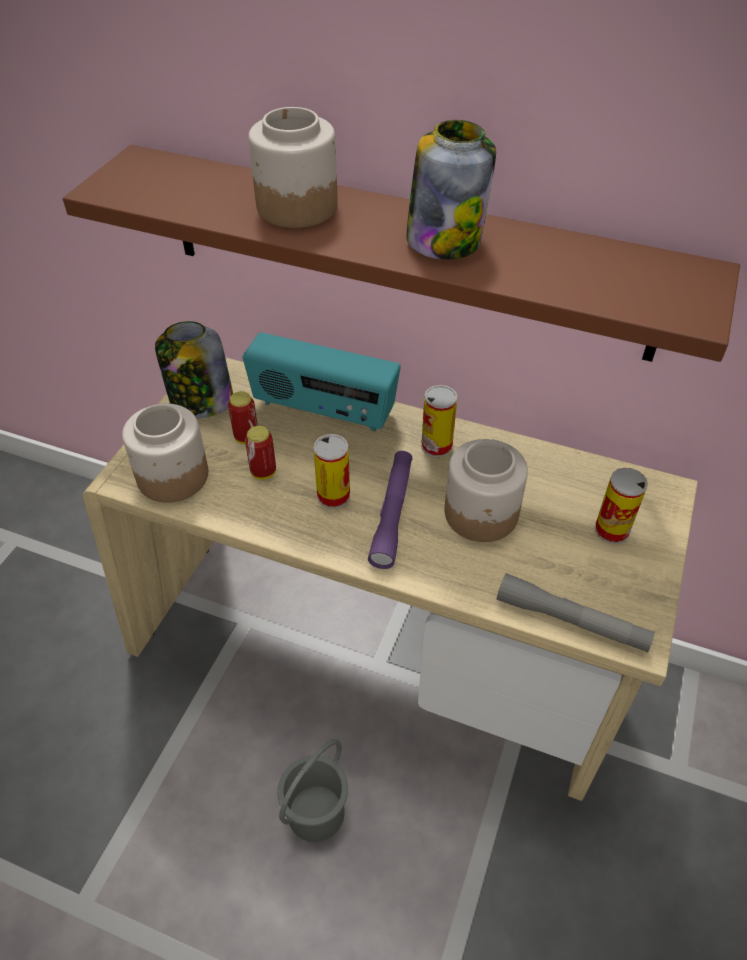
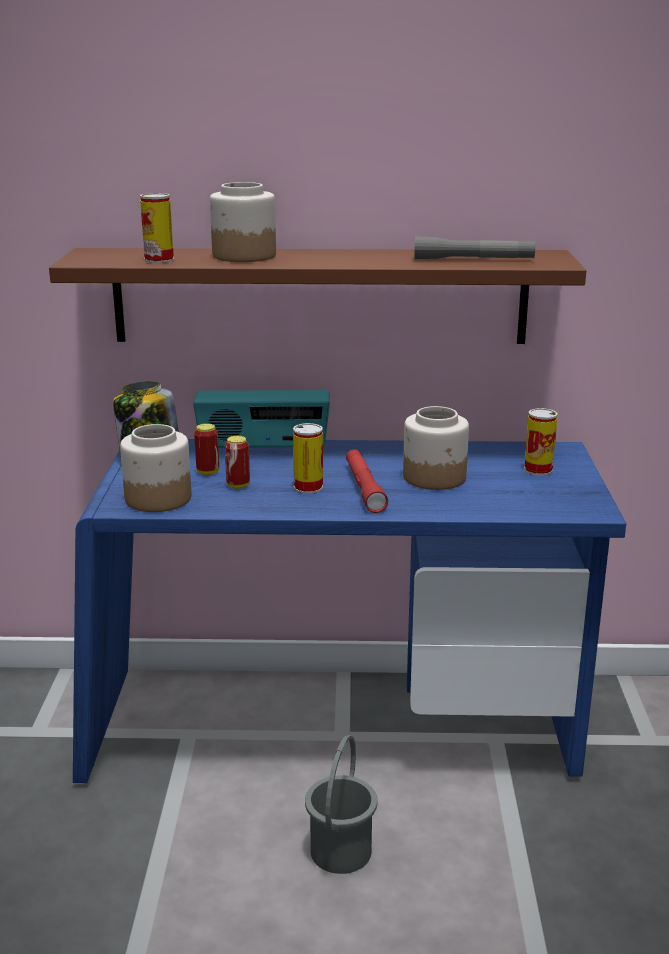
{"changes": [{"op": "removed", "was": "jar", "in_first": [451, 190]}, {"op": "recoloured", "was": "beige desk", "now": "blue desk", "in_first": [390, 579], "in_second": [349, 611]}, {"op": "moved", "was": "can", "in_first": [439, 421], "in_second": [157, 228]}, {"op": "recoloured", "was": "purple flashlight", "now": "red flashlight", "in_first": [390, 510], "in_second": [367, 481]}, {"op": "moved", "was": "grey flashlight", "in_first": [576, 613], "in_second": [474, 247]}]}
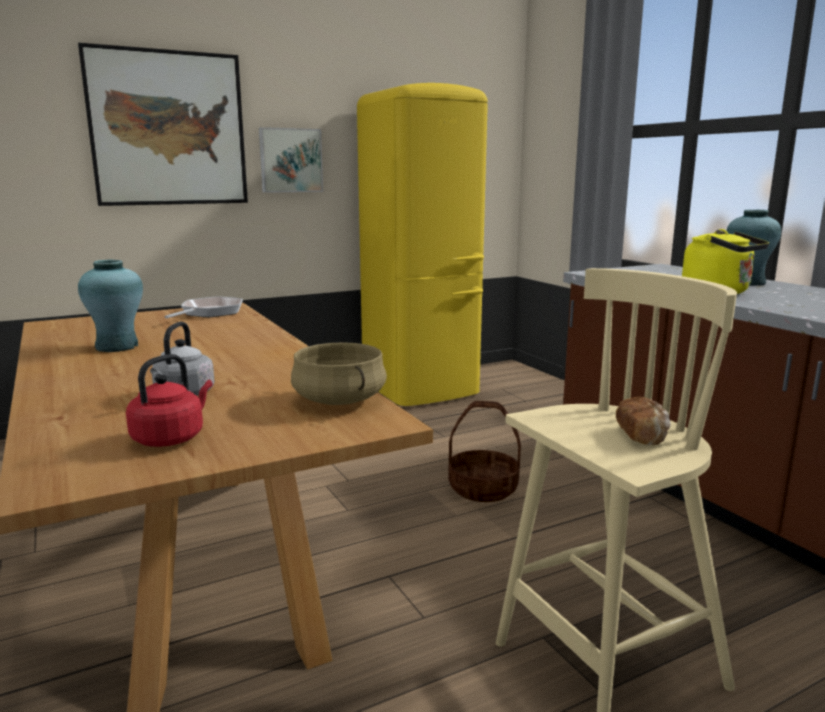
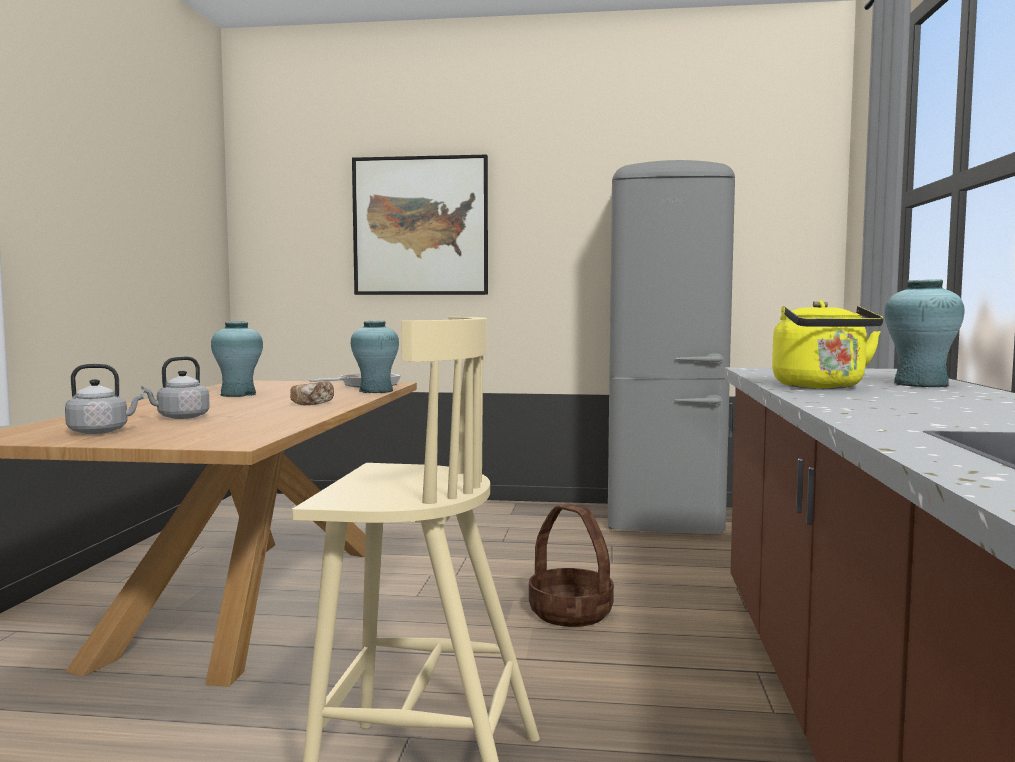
{"changes": [{"op": "recoloured", "was": "yellow fridge", "now": "grey fridge", "in_first": [422, 244], "in_second": [671, 346]}, {"op": "removed", "was": "picture", "in_first": [291, 160]}, {"op": "removed", "was": "beige cooking pot", "in_first": [339, 373]}, {"op": "recoloured", "was": "red kettle", "now": "grey kettle", "in_first": [169, 400], "in_second": [104, 399]}, {"op": "moved", "was": "bread", "in_first": [643, 420], "in_second": [312, 393]}, {"op": "added", "now": "turquoise vase", "in_second": [375, 357]}]}
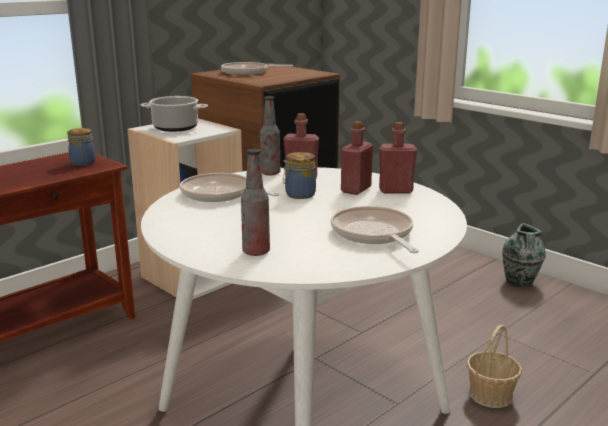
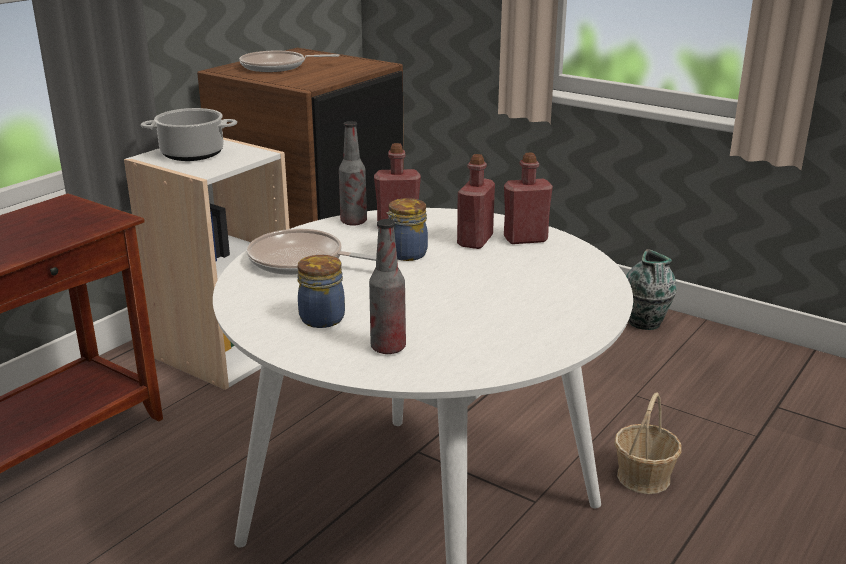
{"changes": [{"op": "moved", "was": "jar", "in_first": [81, 147], "in_second": [321, 291]}, {"op": "removed", "was": "frying pan", "in_first": [375, 229]}]}
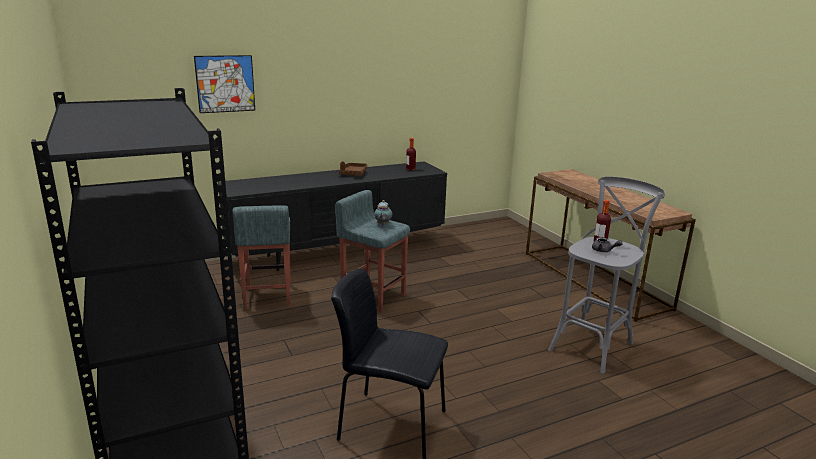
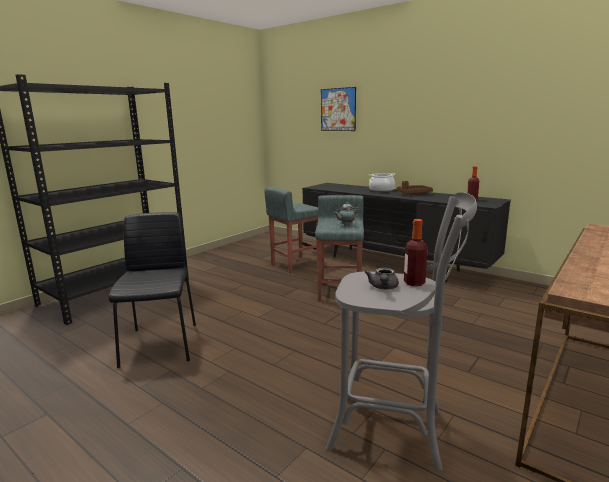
{"changes": [{"op": "added", "now": "cooking pot", "in_second": [382, 182]}]}
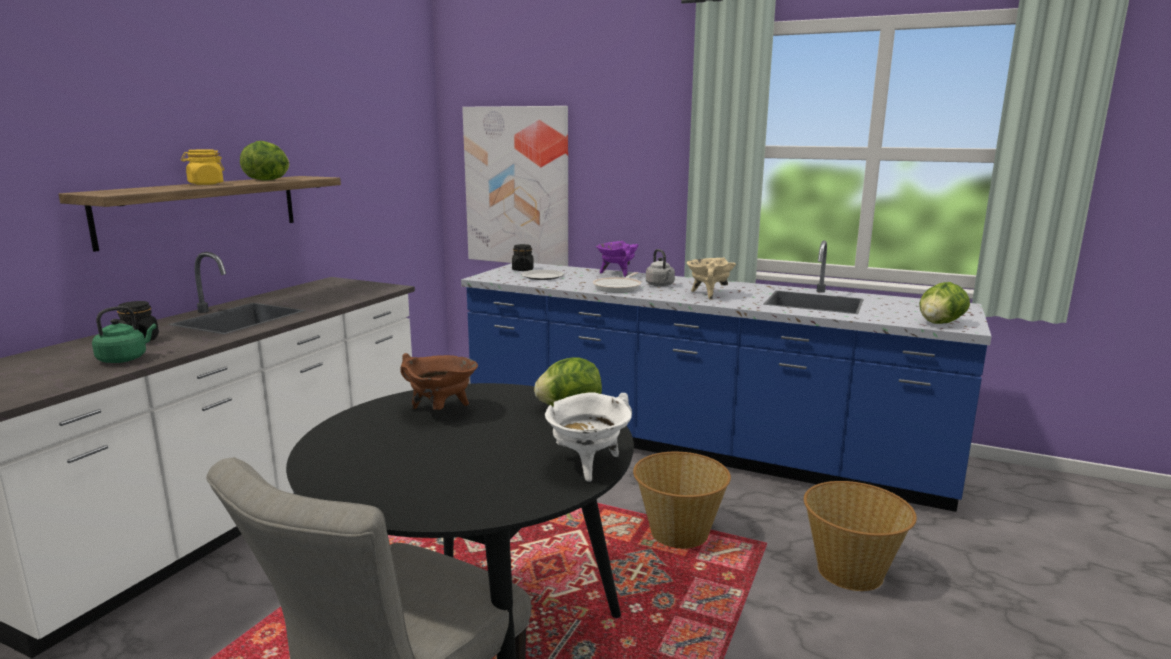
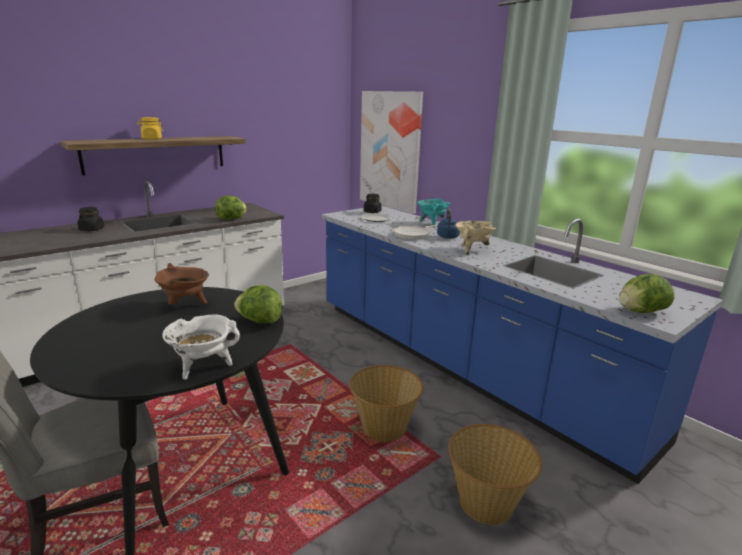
{"changes": [{"op": "moved", "was": "lettuce", "in_first": [264, 160], "in_second": [231, 207]}, {"op": "recoloured", "was": "purple cooking pot", "now": "turquoise cooking pot", "in_first": [617, 259], "in_second": [434, 213]}, {"op": "recoloured", "was": "grey kettle", "now": "blue kettle", "in_first": [660, 268], "in_second": [448, 224]}, {"op": "removed", "was": "green kettle", "in_first": [124, 334]}]}
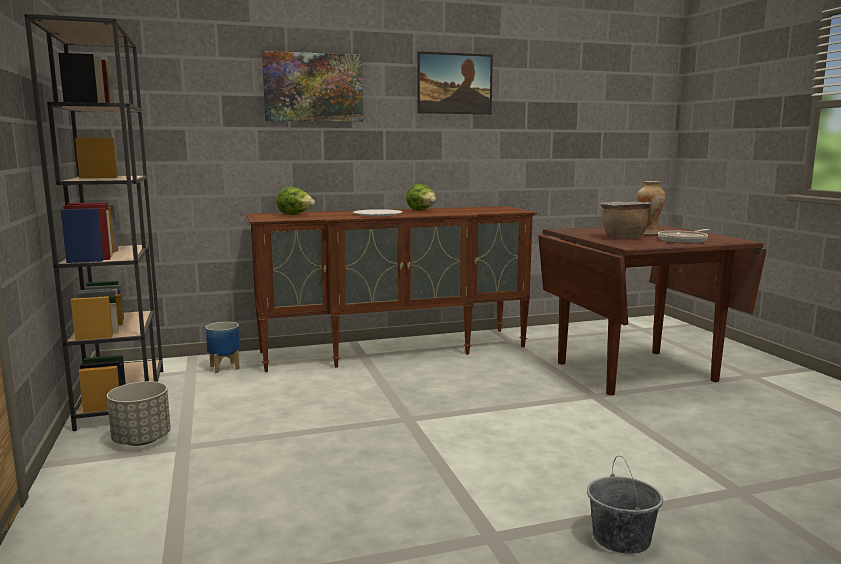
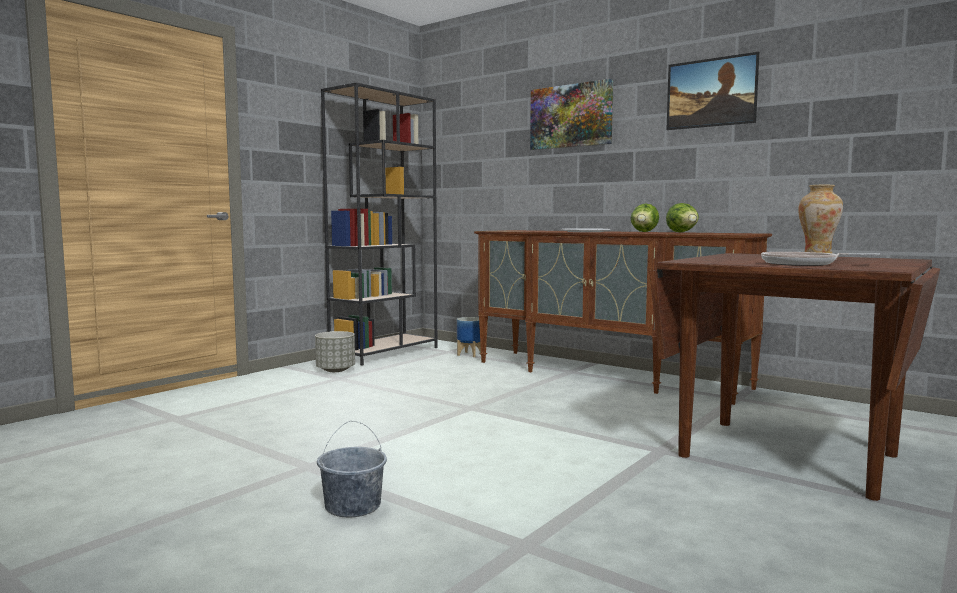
{"changes": [{"op": "moved", "was": "lettuce", "in_first": [295, 201], "in_second": [682, 217]}, {"op": "removed", "was": "brown cooking pot", "in_first": [626, 220]}]}
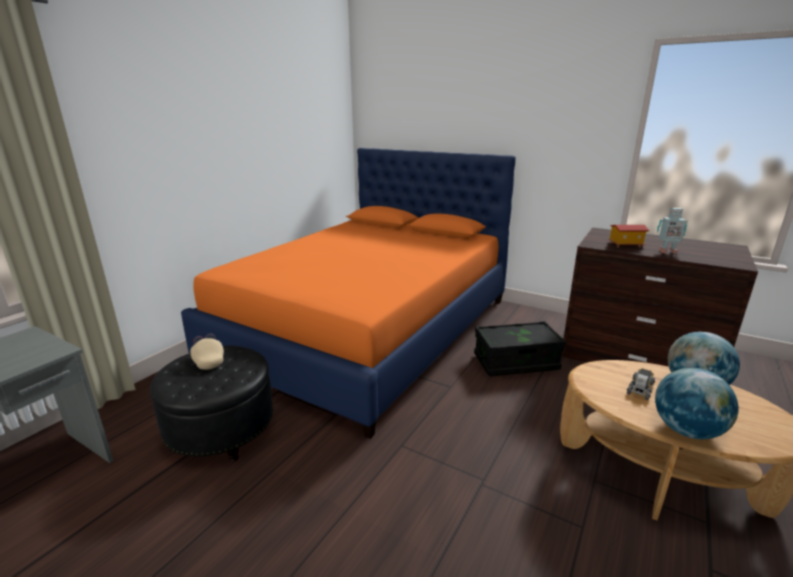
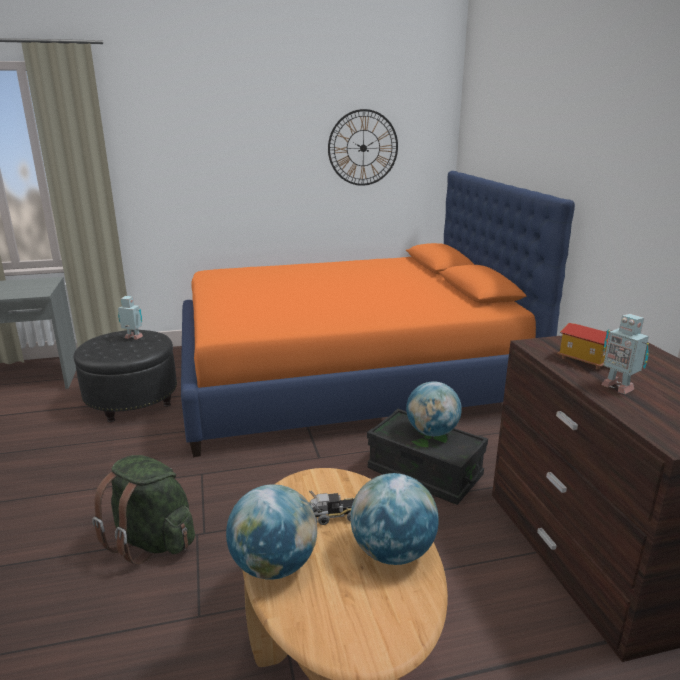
{"changes": [{"op": "replaced", "was": "beige cap", "now": "toy robot", "in_first": [207, 351], "in_second": [130, 317]}, {"op": "added", "now": "wall clock", "in_second": [363, 147]}, {"op": "added", "now": "globe", "in_second": [434, 408]}, {"op": "added", "now": "green backpack", "in_second": [143, 510]}]}
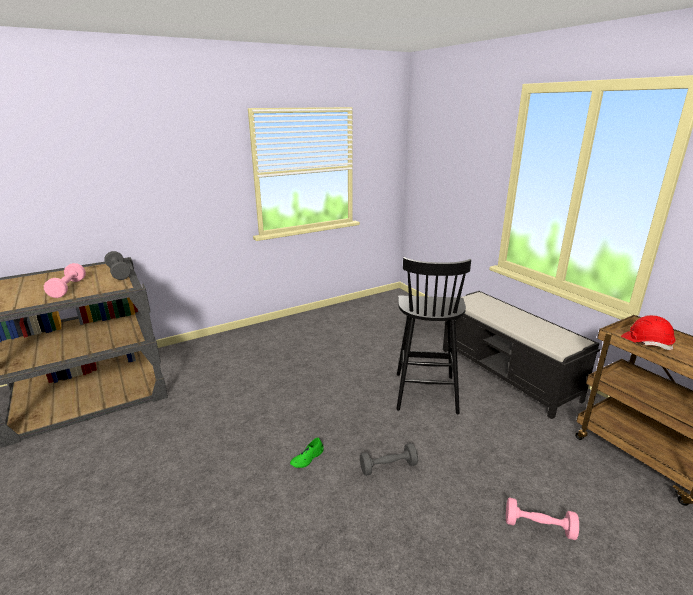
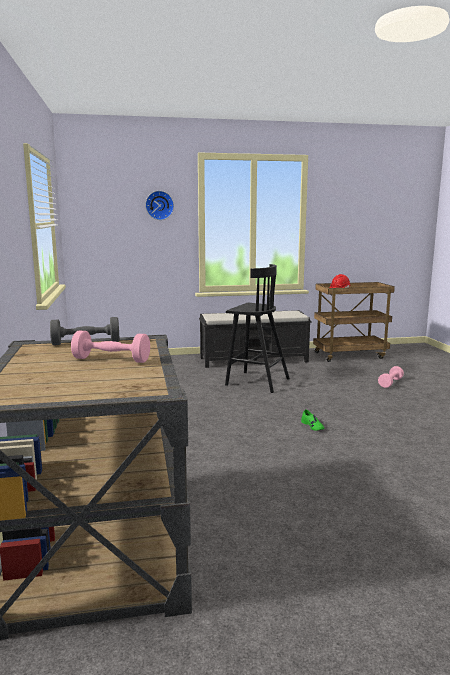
{"changes": [{"op": "removed", "was": "grey dumbbell", "in_first": [389, 459]}, {"op": "added", "now": "wall clock", "in_second": [159, 205]}]}
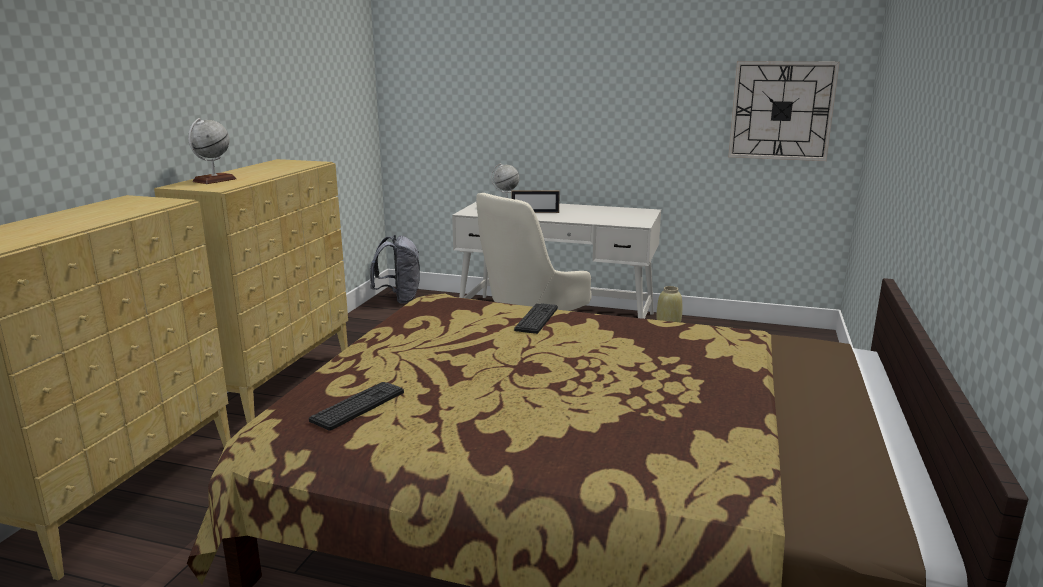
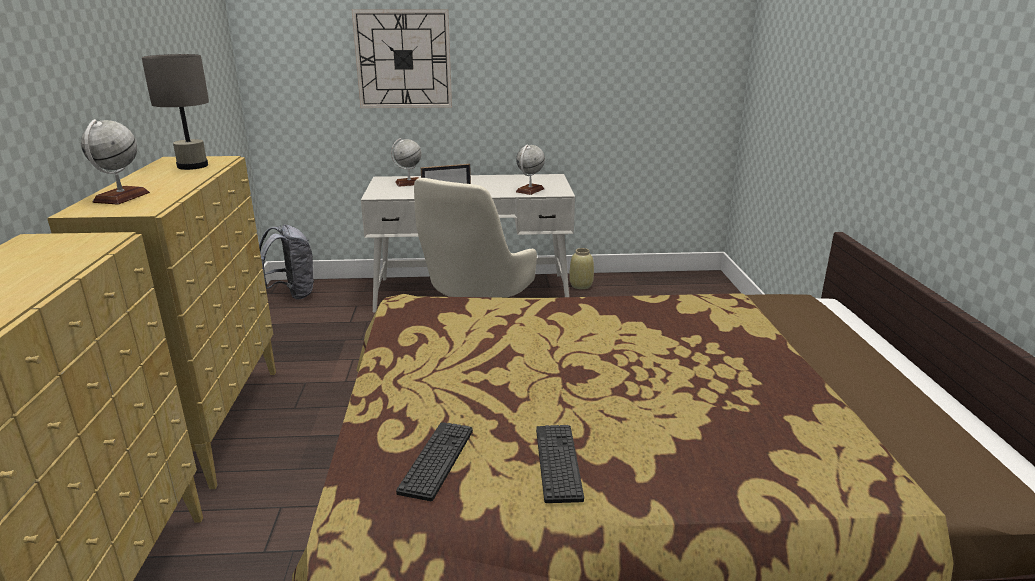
{"changes": [{"op": "moved", "was": "wall clock", "in_first": [784, 111], "in_second": [402, 58]}, {"op": "moved", "was": "keyboard", "in_first": [536, 318], "in_second": [560, 464]}, {"op": "added", "now": "grey table lamp", "in_second": [175, 112]}, {"op": "added", "now": "globe", "in_second": [530, 169]}]}
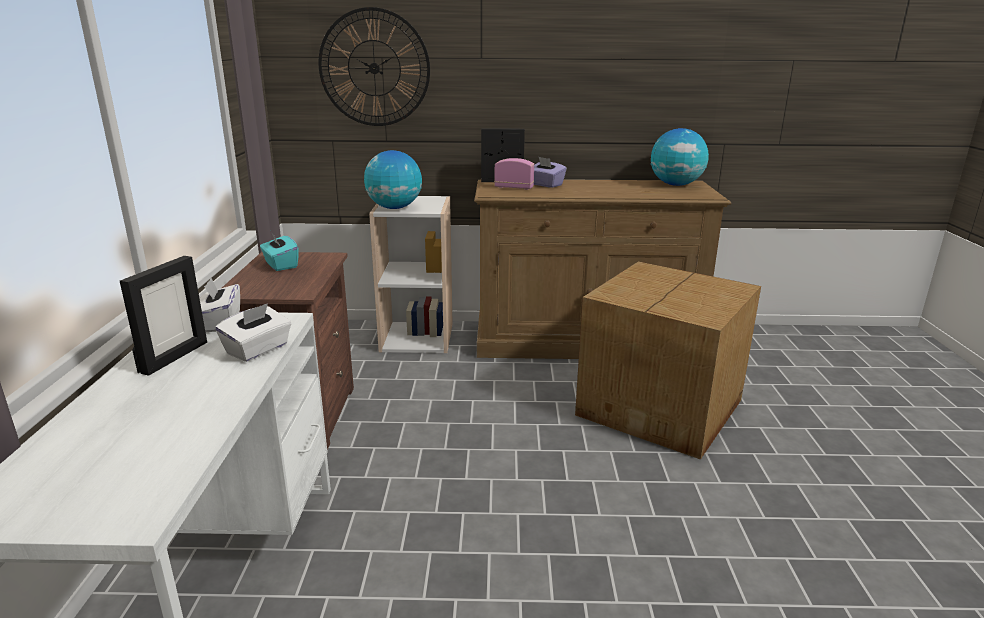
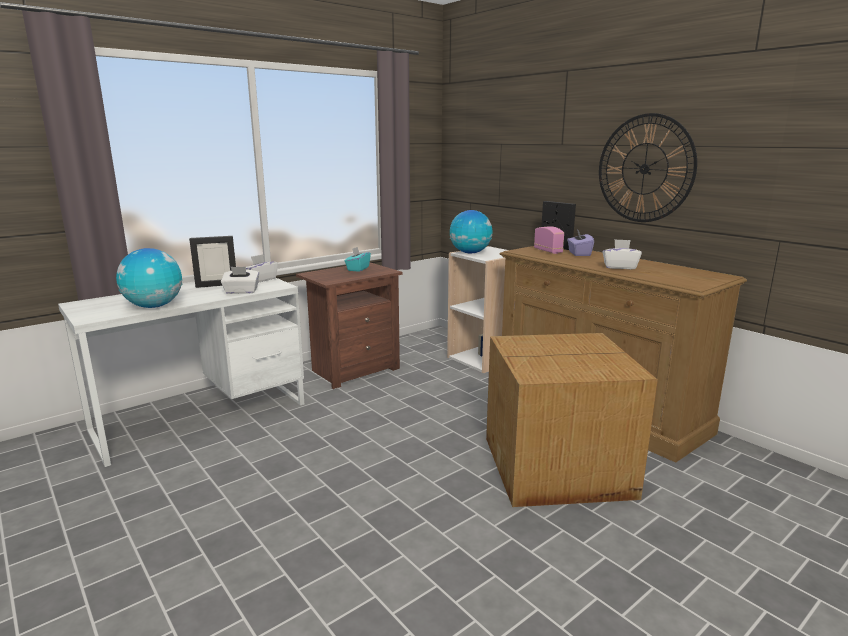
{"changes": [{"op": "moved", "was": "wall clock", "in_first": [374, 66], "in_second": [648, 167]}, {"op": "moved", "was": "globe", "in_first": [679, 157], "in_second": [149, 278]}, {"op": "added", "now": "white tissue box", "in_second": [622, 254]}]}
